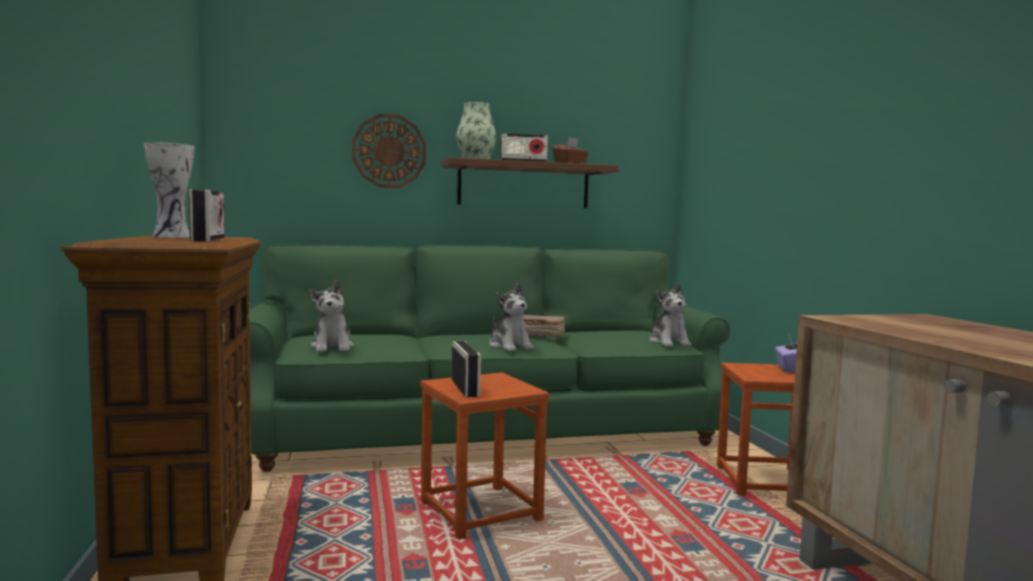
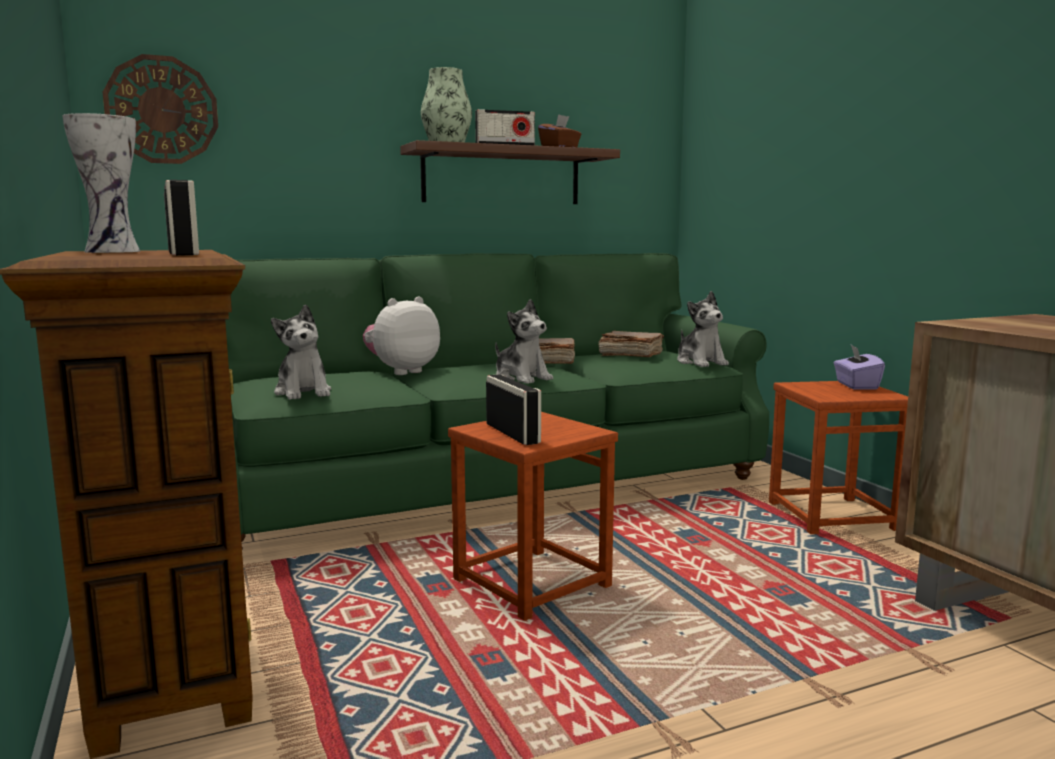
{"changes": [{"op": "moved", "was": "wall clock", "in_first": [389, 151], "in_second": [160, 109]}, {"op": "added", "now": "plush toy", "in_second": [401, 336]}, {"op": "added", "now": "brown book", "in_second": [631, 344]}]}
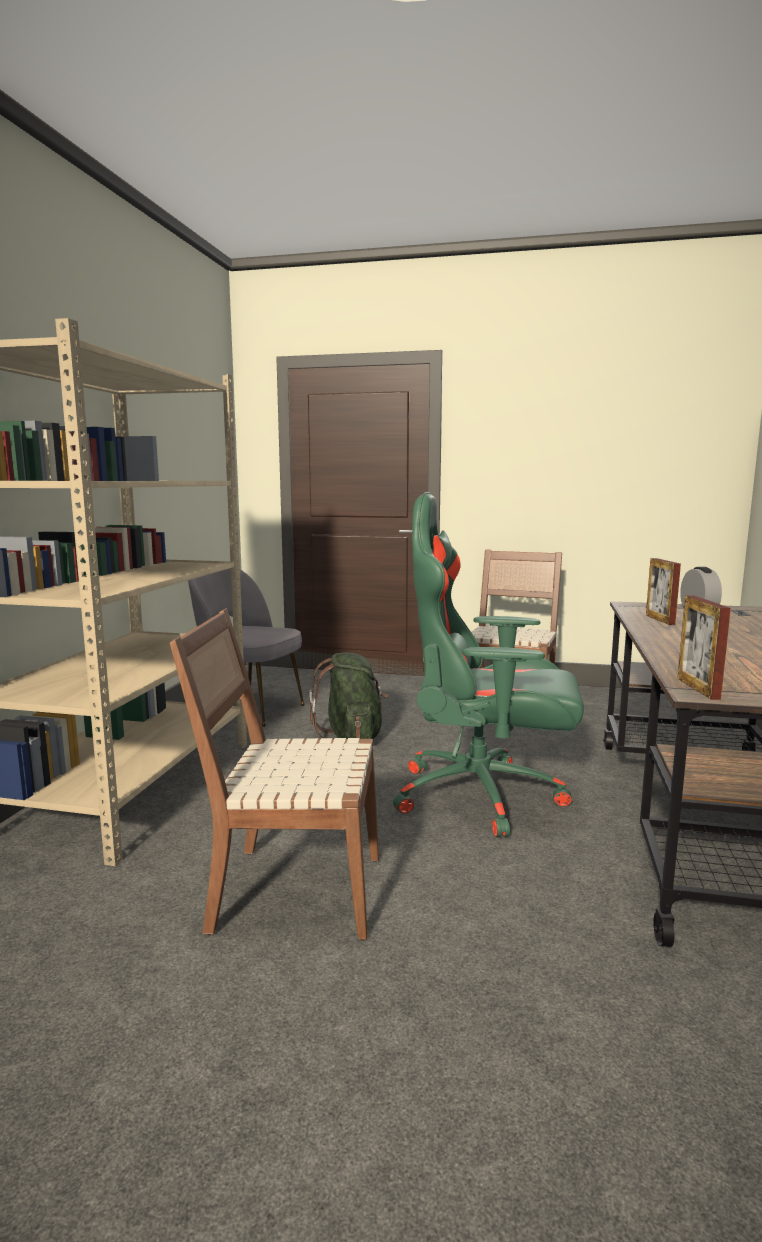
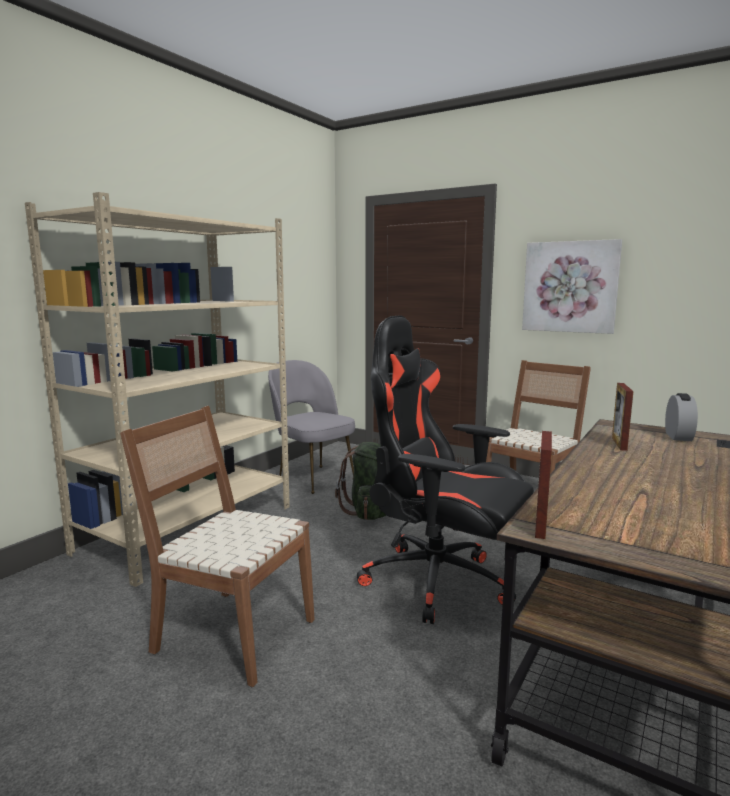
{"changes": [{"op": "recoloured", "was": "green office chair", "now": "black office chair", "in_first": [488, 664], "in_second": [445, 469]}, {"op": "added", "now": "picture", "in_second": [572, 286]}]}
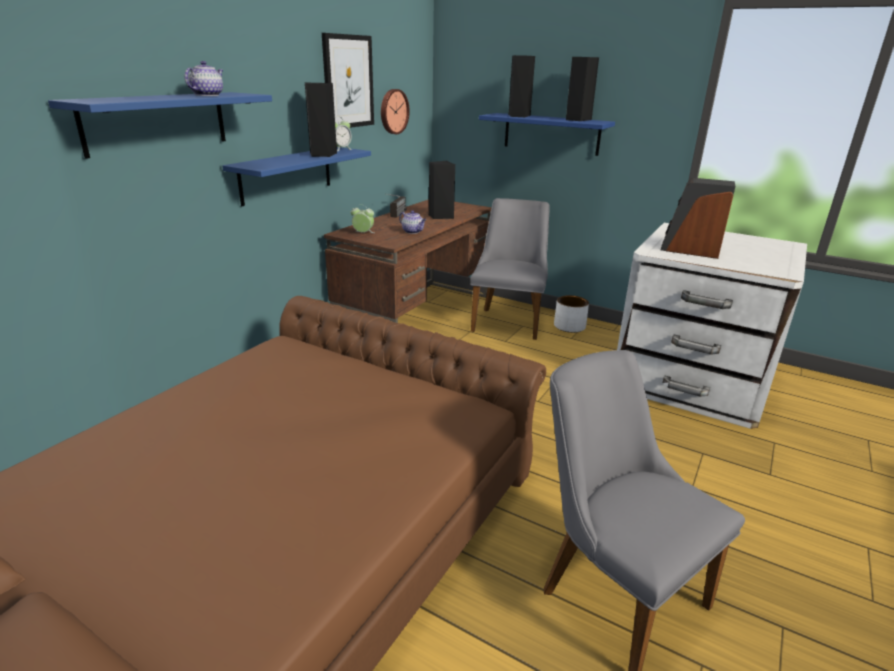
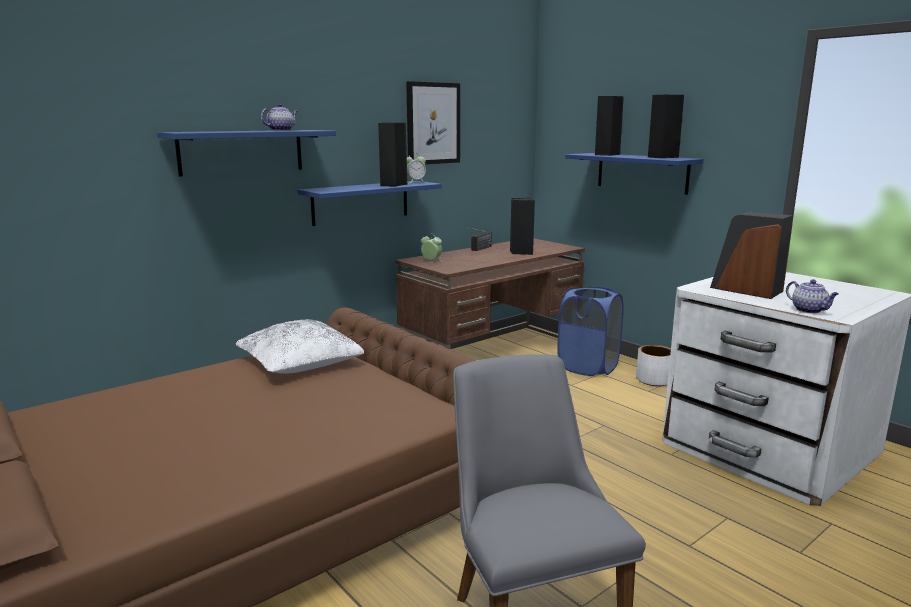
{"changes": [{"op": "removed", "was": "wall clock", "in_first": [395, 111]}, {"op": "replaced", "was": "grey chair", "now": "blue laundry basket", "in_first": [510, 269], "in_second": [590, 331]}, {"op": "moved", "was": "teapot", "in_first": [412, 222], "in_second": [812, 296]}, {"op": "added", "now": "white pillow", "in_second": [300, 346]}]}
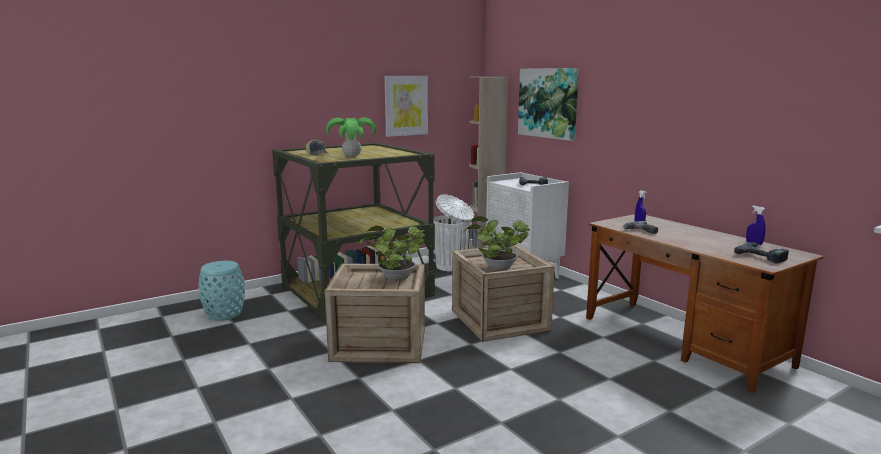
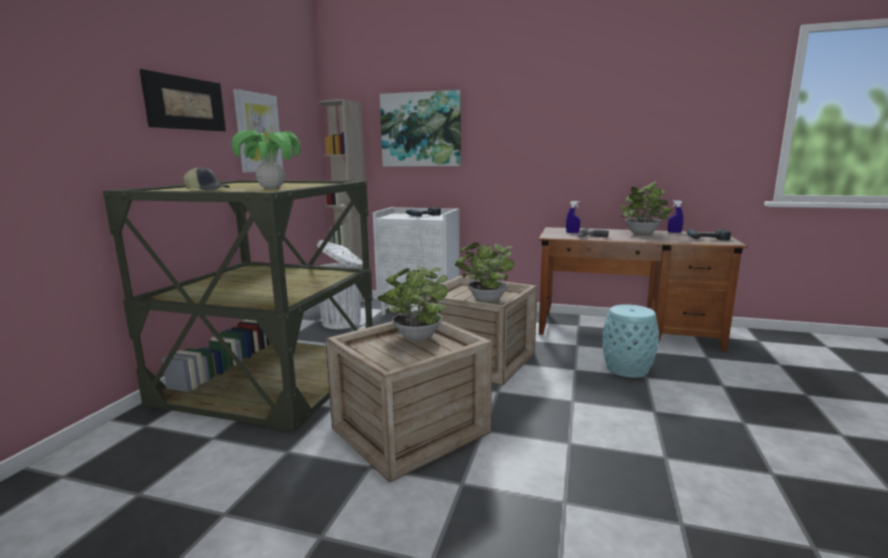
{"changes": [{"op": "moved", "was": "turquoise stool", "in_first": [221, 291], "in_second": [630, 341]}, {"op": "added", "now": "picture", "in_second": [182, 100]}, {"op": "added", "now": "potted plant", "in_second": [646, 208]}]}
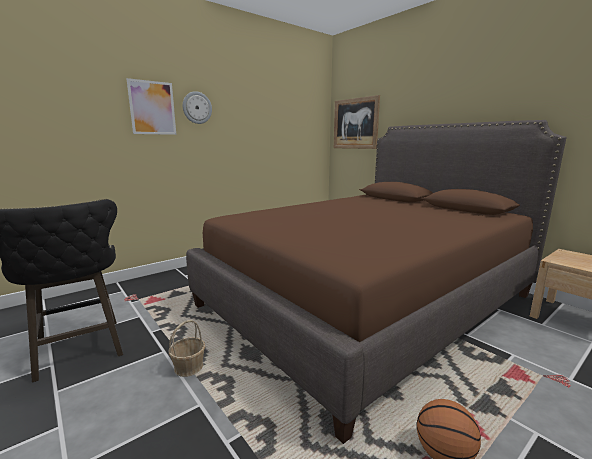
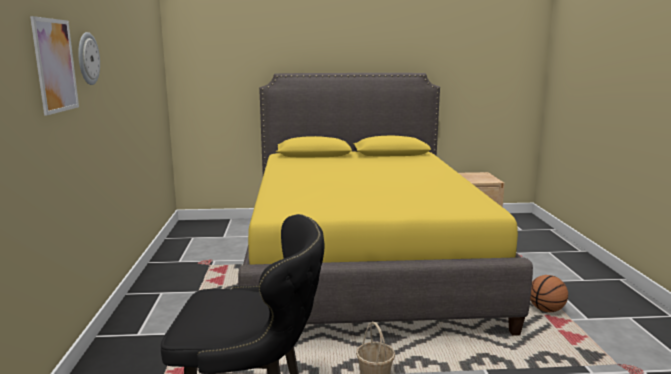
{"changes": [{"op": "removed", "was": "picture", "in_first": [357, 122]}, {"op": "recoloured", "was": "brown bed", "now": "yellow bed", "in_first": [376, 282], "in_second": [385, 204]}]}
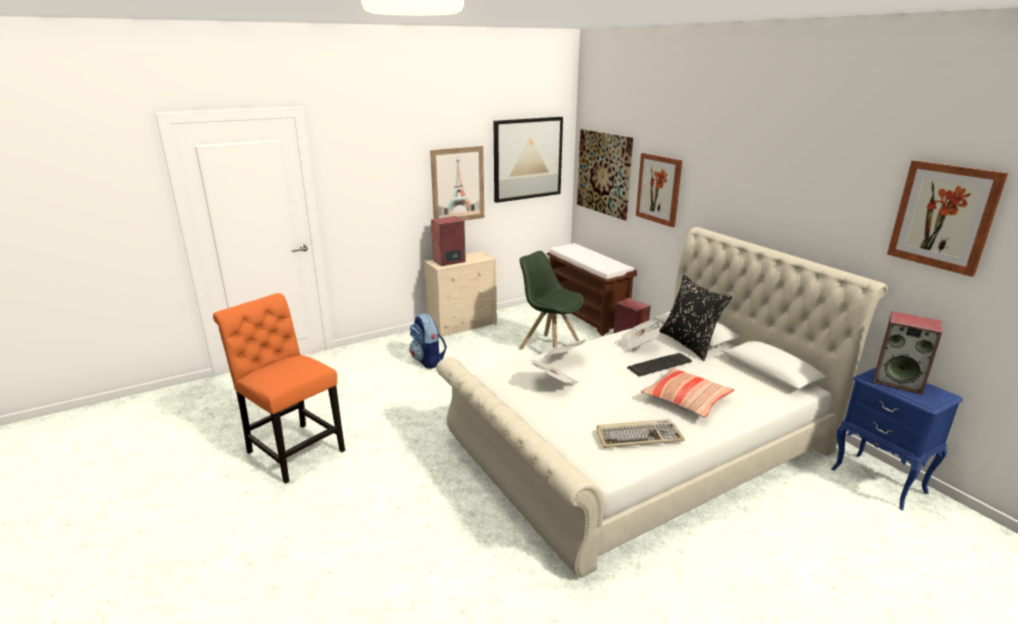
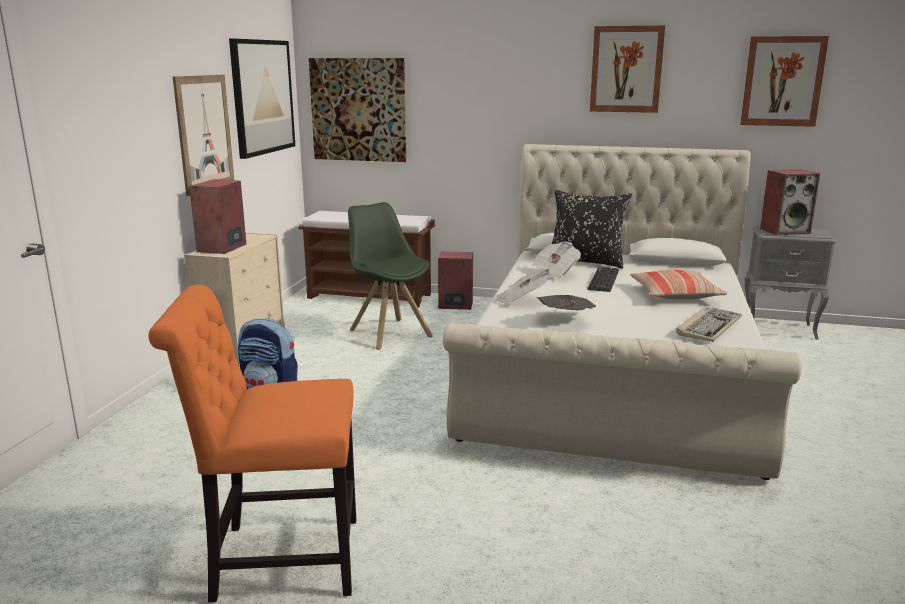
{"changes": [{"op": "moved", "was": "picture", "in_first": [659, 190], "in_second": [627, 69]}, {"op": "turned", "was": "green chair", "in_first": [551, 300], "in_second": [390, 276], "clockwise": 60}, {"op": "recoloured", "was": "blue nightstand", "now": "grey nightstand", "in_first": [897, 439], "in_second": [791, 283]}]}
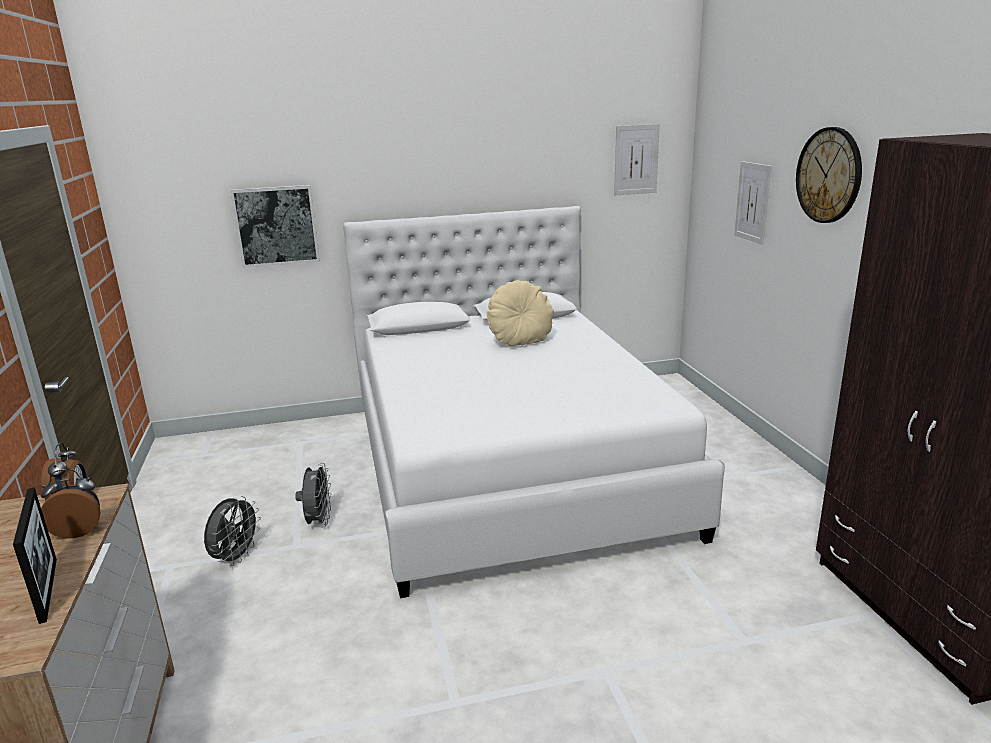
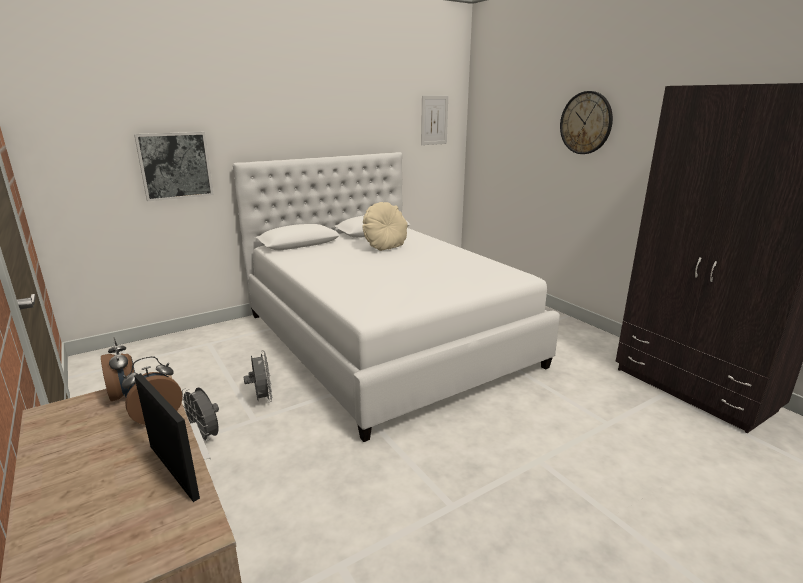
{"changes": [{"op": "removed", "was": "picture", "in_first": [753, 203]}, {"op": "turned", "was": "grey fan", "in_first": [232, 531], "in_second": [200, 414], "clockwise": 135}]}
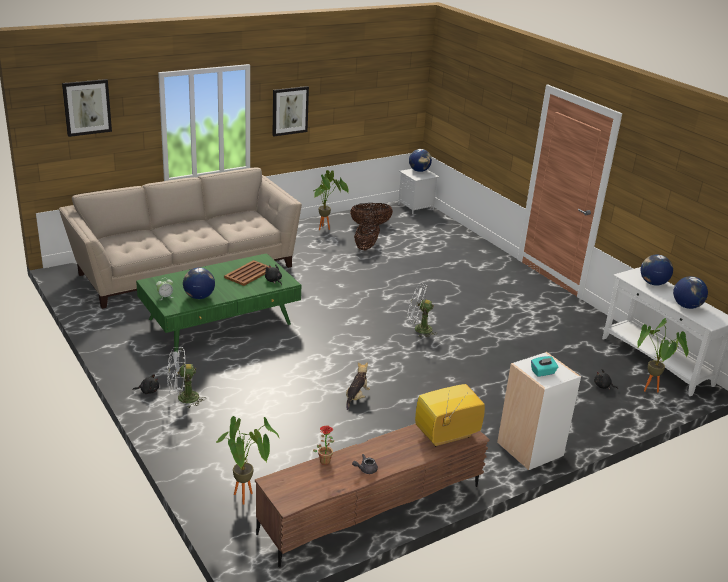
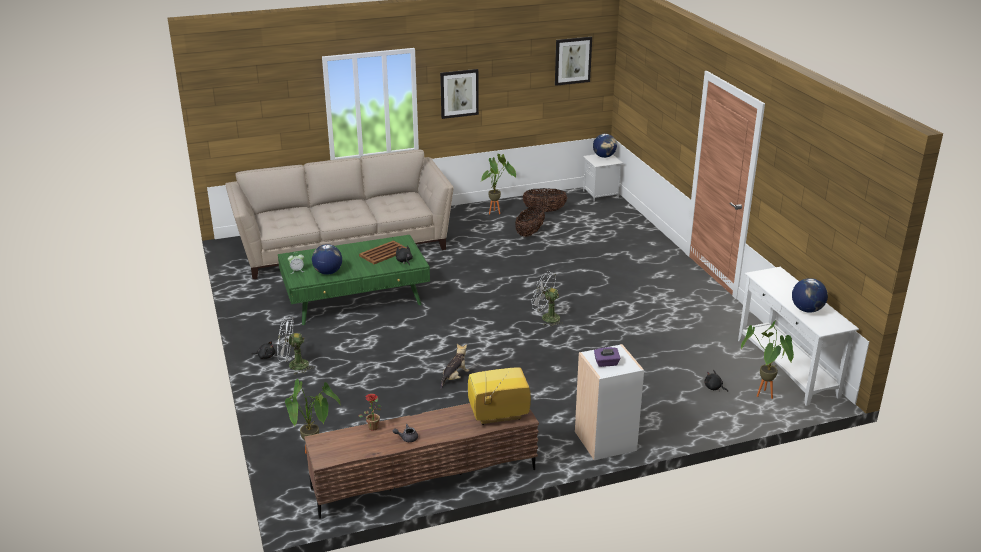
{"changes": [{"op": "moved", "was": "picture", "in_first": [87, 108], "in_second": [573, 61]}, {"op": "removed", "was": "globe", "in_first": [657, 270]}, {"op": "recoloured", "was": "turquoise tissue box", "now": "purple tissue box", "in_first": [544, 366], "in_second": [607, 357]}]}
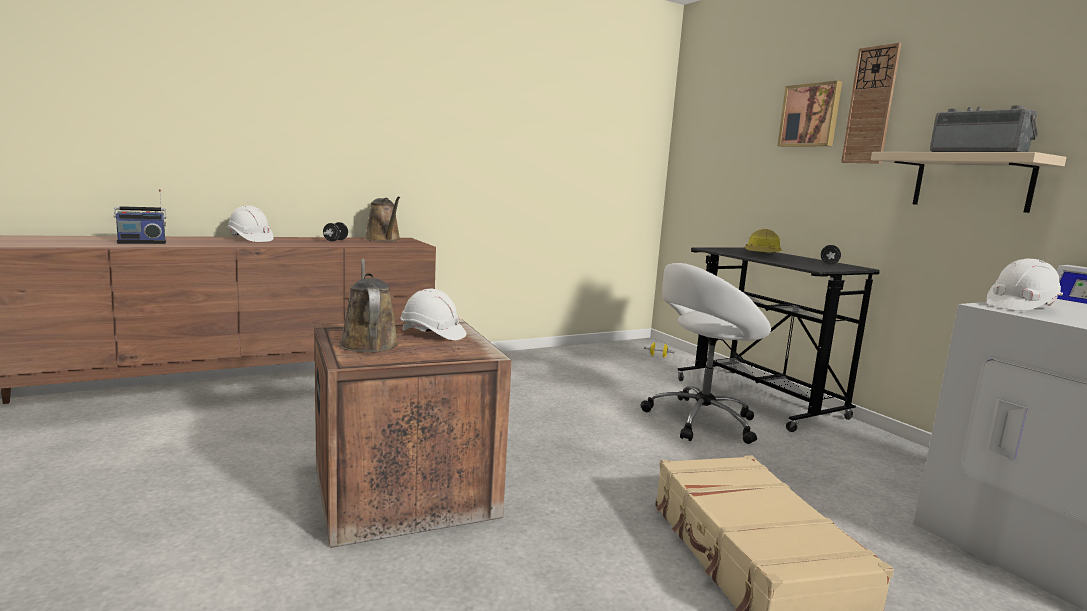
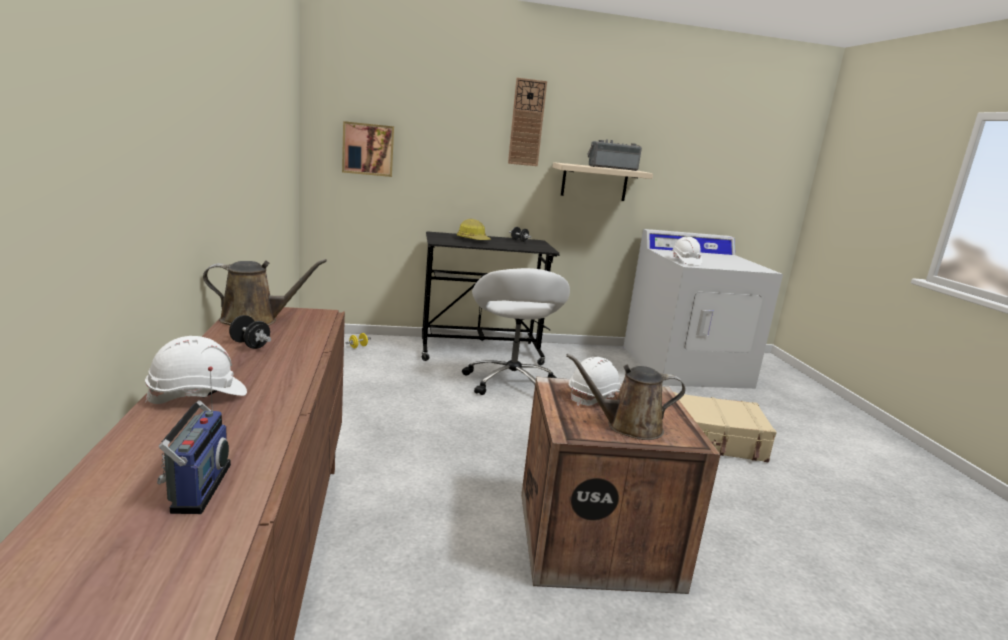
{"changes": [{"op": "moved", "was": "picture", "in_first": [809, 114], "in_second": [368, 149]}]}
